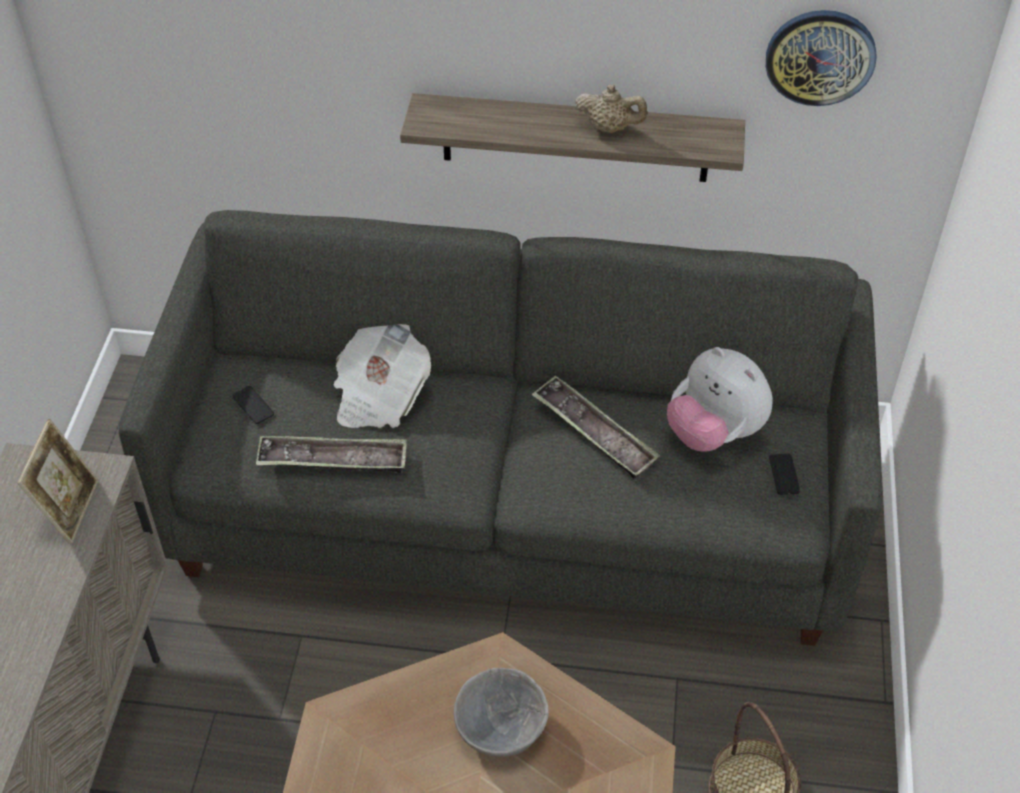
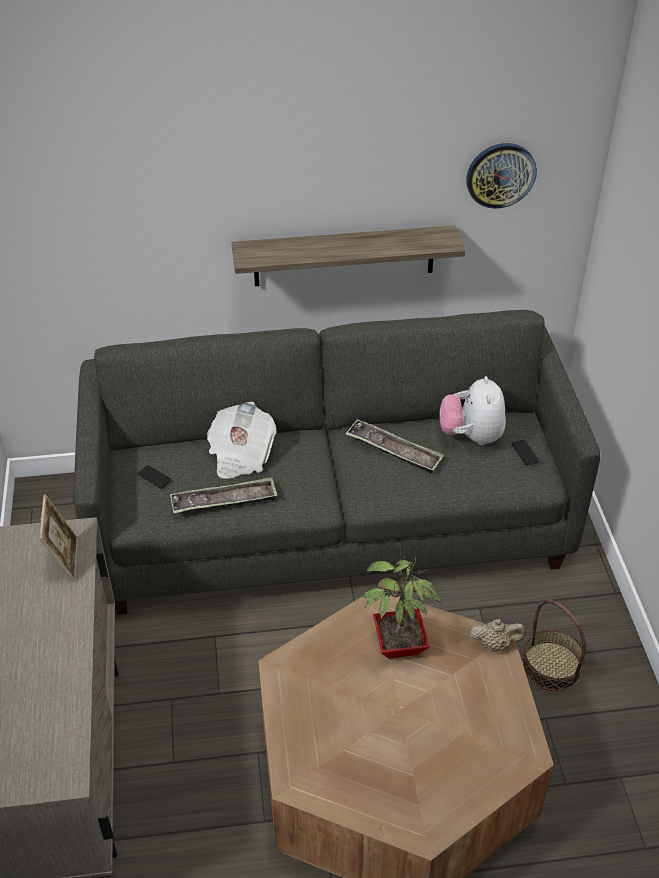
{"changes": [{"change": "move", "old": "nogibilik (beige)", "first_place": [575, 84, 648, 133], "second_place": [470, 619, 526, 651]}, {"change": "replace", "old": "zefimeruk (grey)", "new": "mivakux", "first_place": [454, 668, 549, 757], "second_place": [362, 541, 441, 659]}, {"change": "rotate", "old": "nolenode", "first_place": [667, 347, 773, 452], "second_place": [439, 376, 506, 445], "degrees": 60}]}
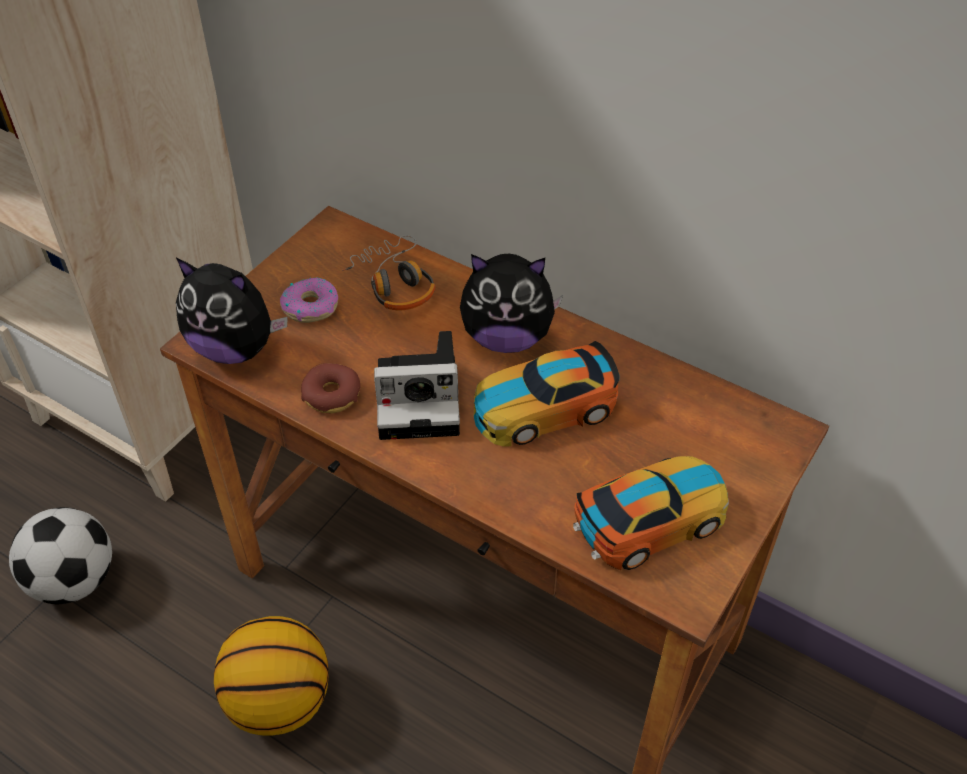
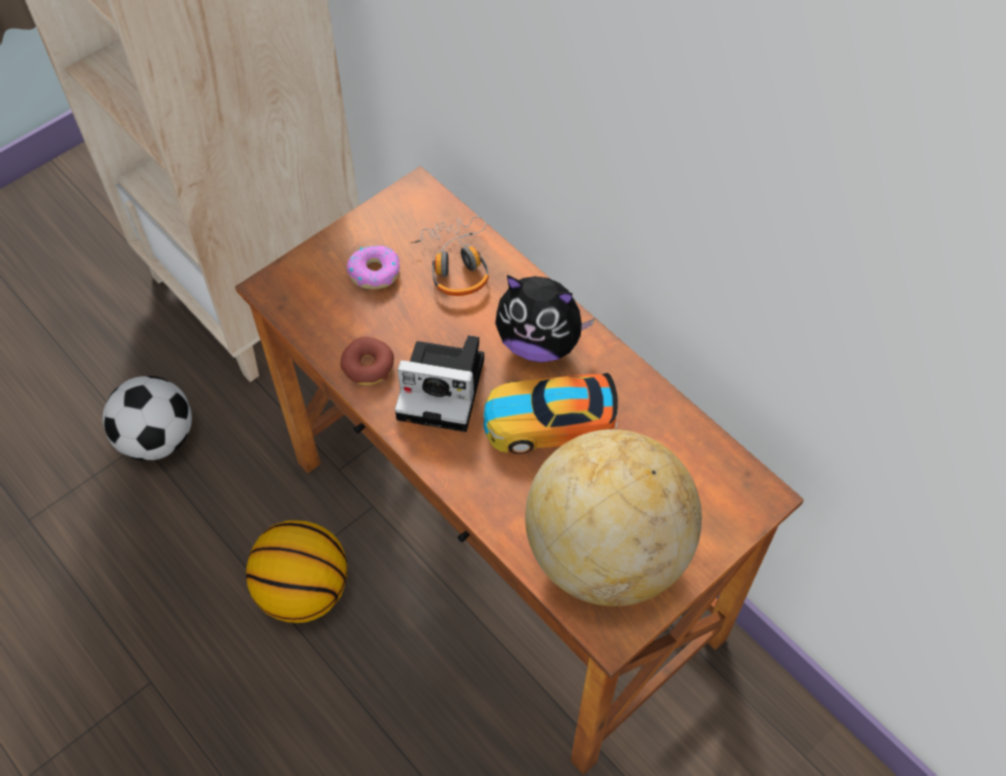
{"changes": [{"change": "delete", "old": "nolenode", "first_place": [176, 258, 288, 364]}, {"change": "replace", "old": "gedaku", "new": "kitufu", "first_place": [573, 456, 729, 570], "second_place": [525, 429, 702, 606]}]}
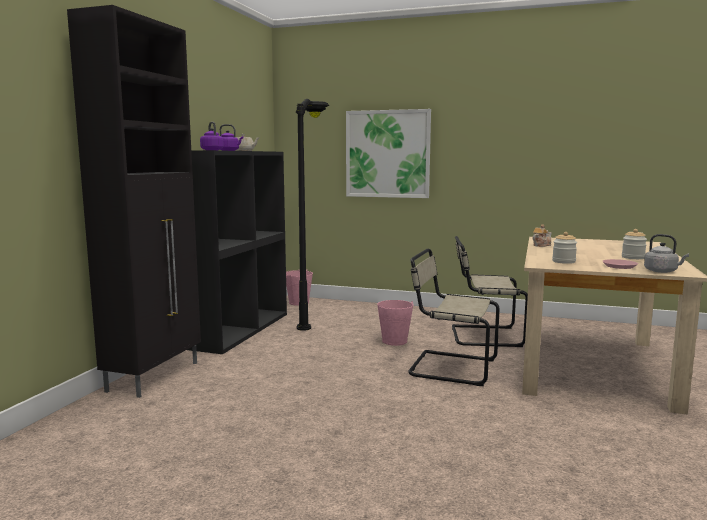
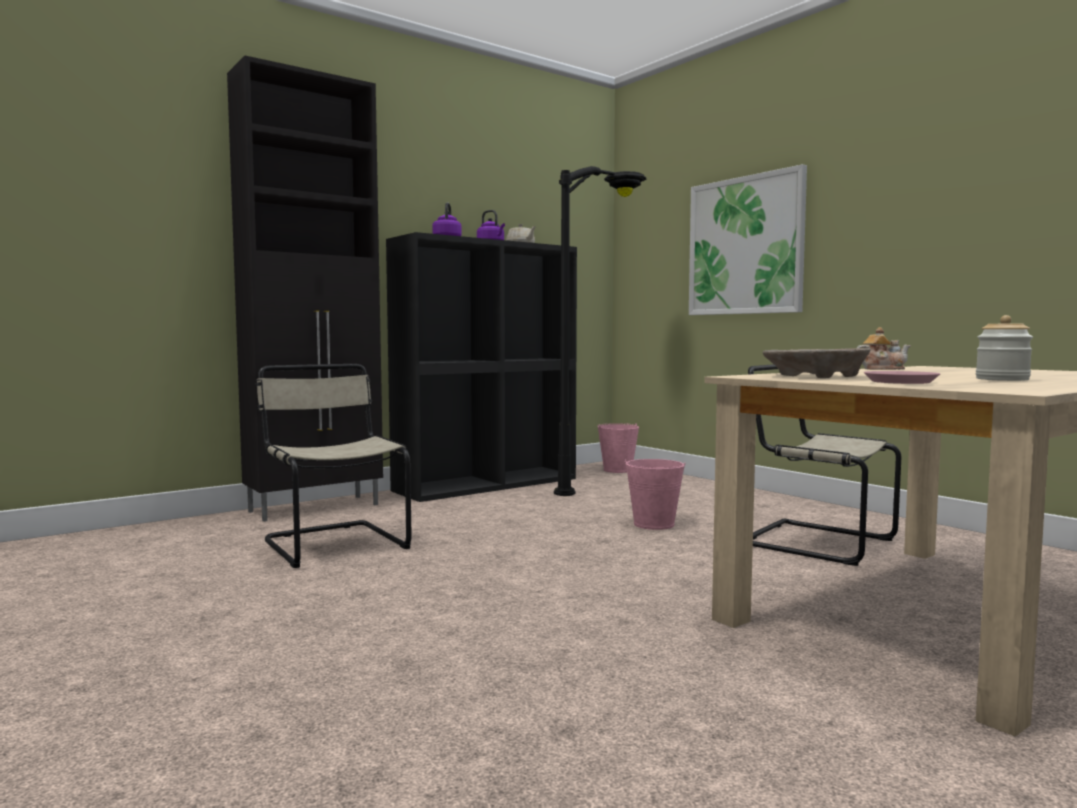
{"changes": [{"change": "delete", "old": "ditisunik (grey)", "first_place": [644, 234, 689, 273]}, {"change": "move", "old": "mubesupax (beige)", "first_place": [408, 249, 500, 386], "second_place": [255, 364, 411, 568]}, {"change": "replace", "old": "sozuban", "new": "zefimeruk (beige)", "first_place": [552, 232, 577, 264], "second_place": [763, 348, 871, 378]}]}
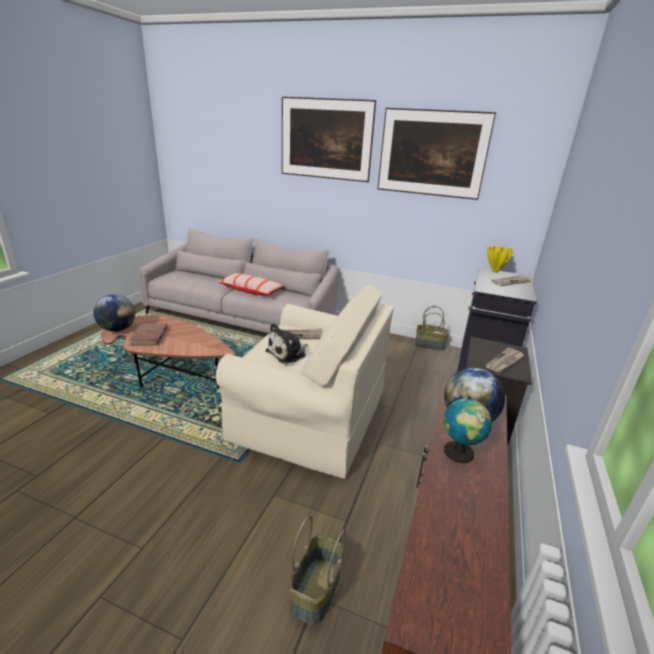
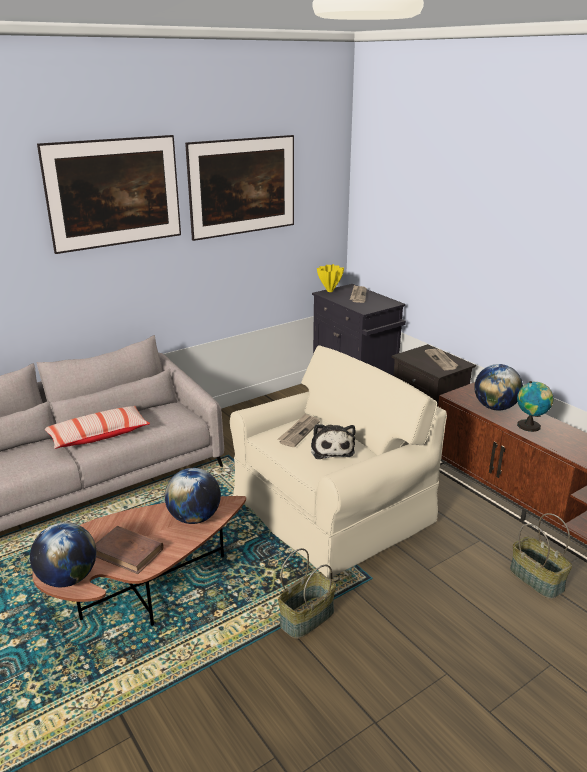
{"changes": [{"change": "insert", "new": "kitufu", "second_place": [165, 468, 221, 524]}, {"change": "move", "old": "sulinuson", "first_place": [415, 306, 449, 351], "second_place": [278, 548, 336, 639]}]}
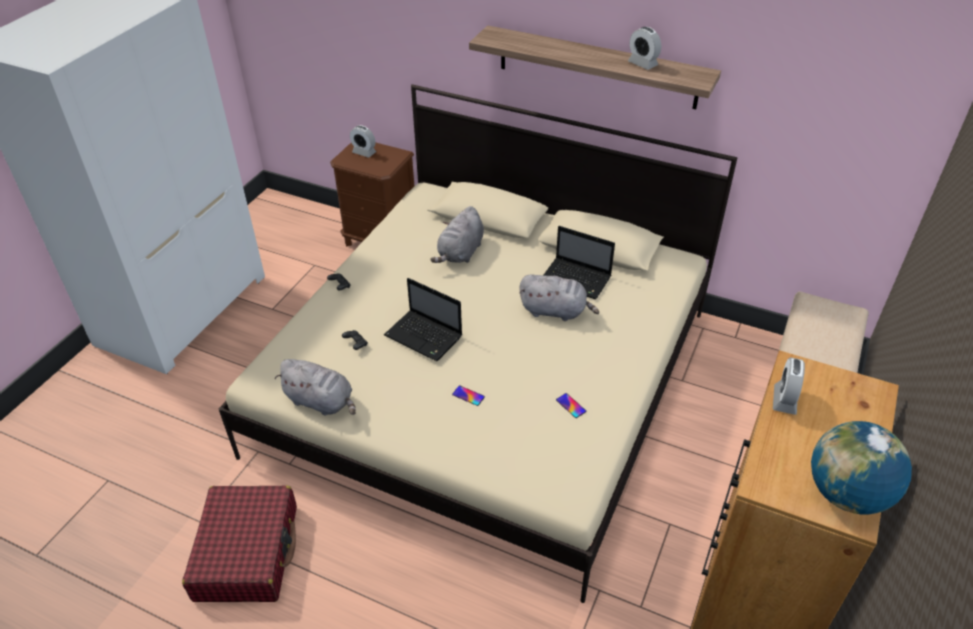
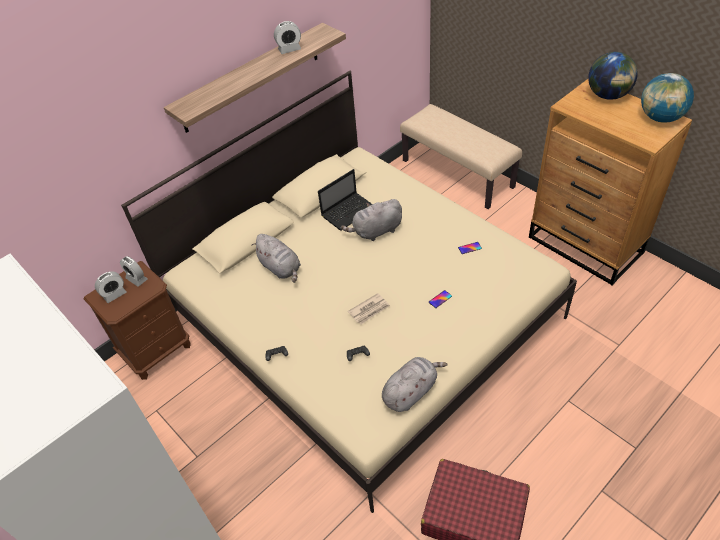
{"changes": [{"change": "insert", "new": "kitufu", "second_place": [588, 52, 638, 100]}, {"change": "move", "old": "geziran", "first_place": [773, 357, 805, 415], "second_place": [120, 256, 148, 287]}, {"change": "replace", "old": "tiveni", "new": "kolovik", "first_place": [384, 278, 462, 361], "second_place": [347, 293, 390, 324]}, {"change": "rotate", "old": "nolenode (grey)", "first_place": [519, 274, 599, 321], "second_place": [341, 199, 402, 241], "degrees": -150}]}
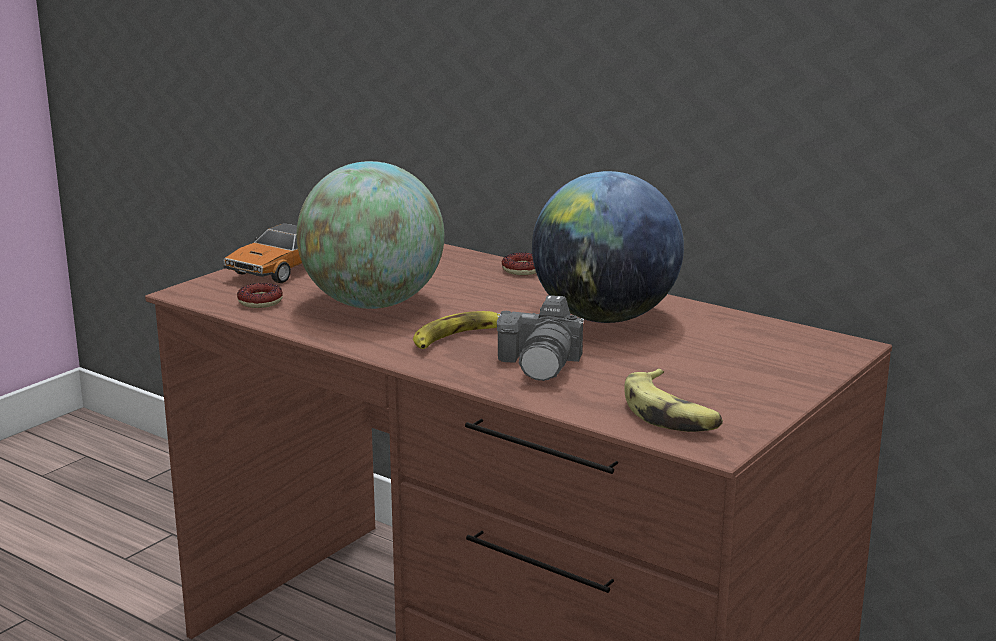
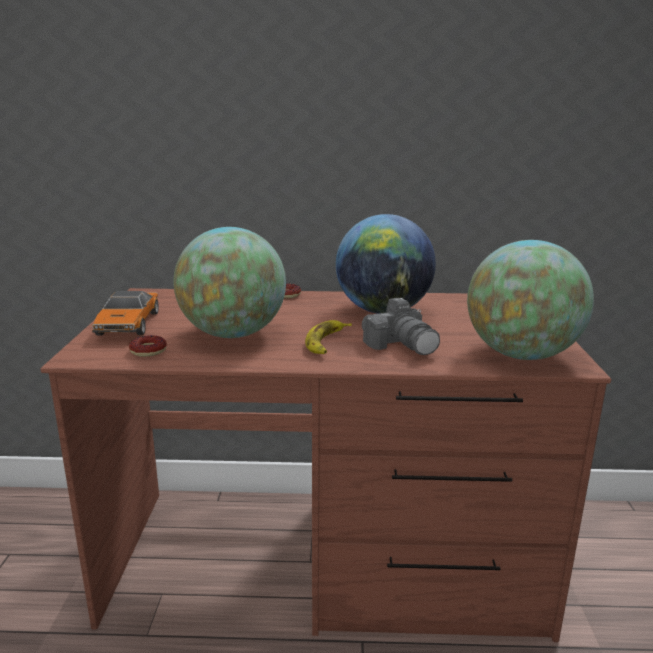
{"changes": [{"change": "replace", "old": "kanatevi", "new": "kitufu", "first_place": [624, 369, 723, 432], "second_place": [467, 240, 594, 360]}]}
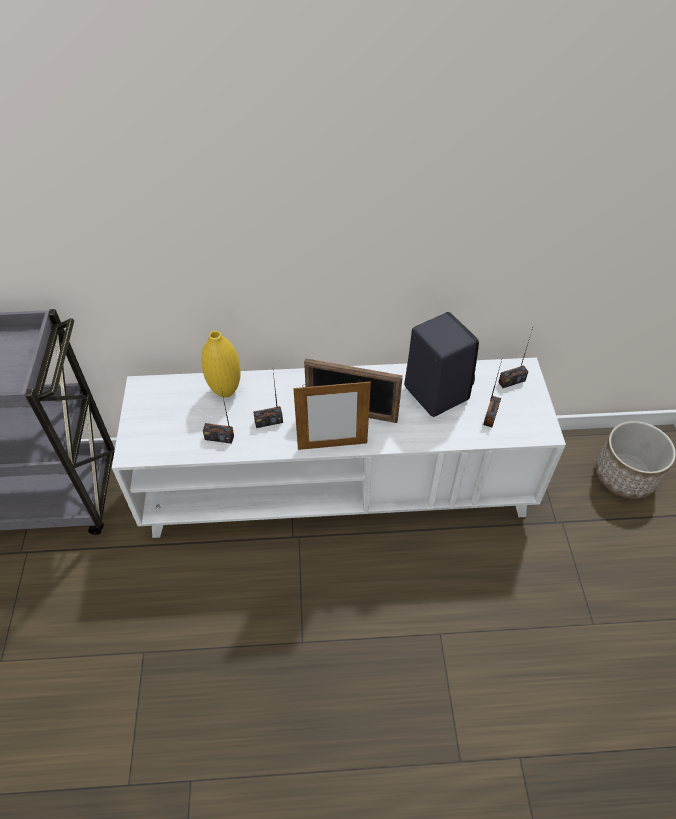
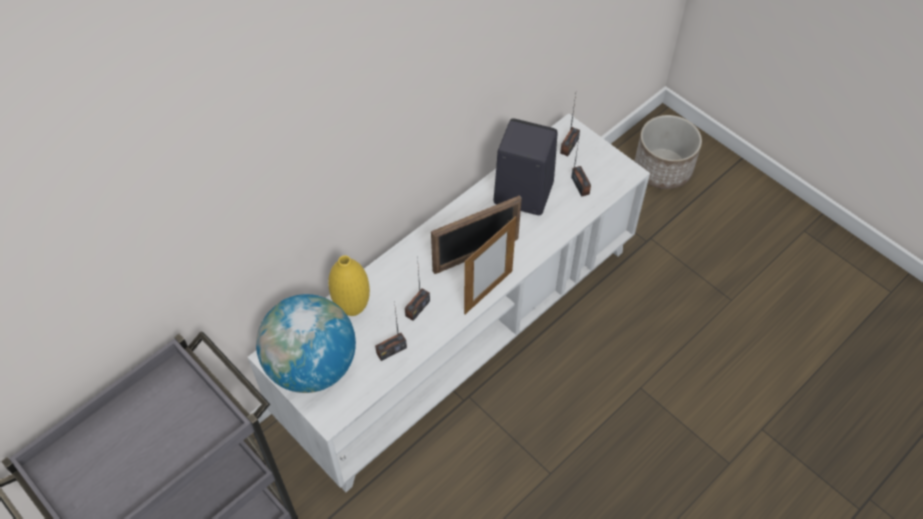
{"changes": [{"change": "insert", "new": "kitufu", "second_place": [256, 294, 356, 393]}]}
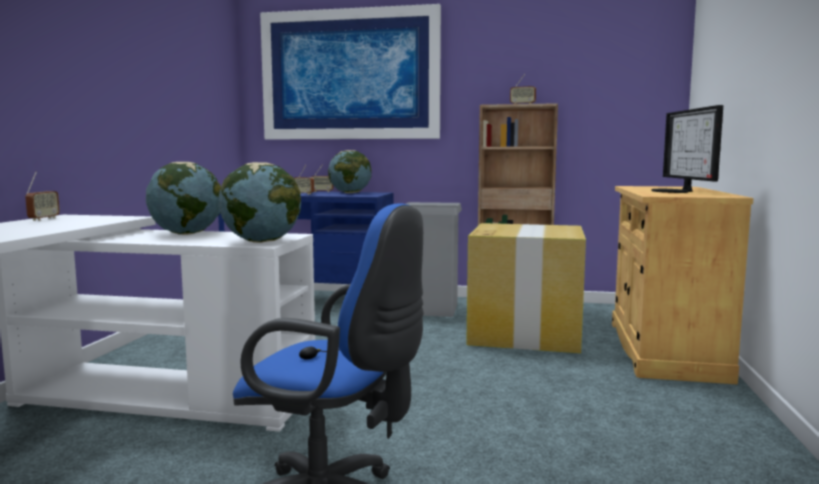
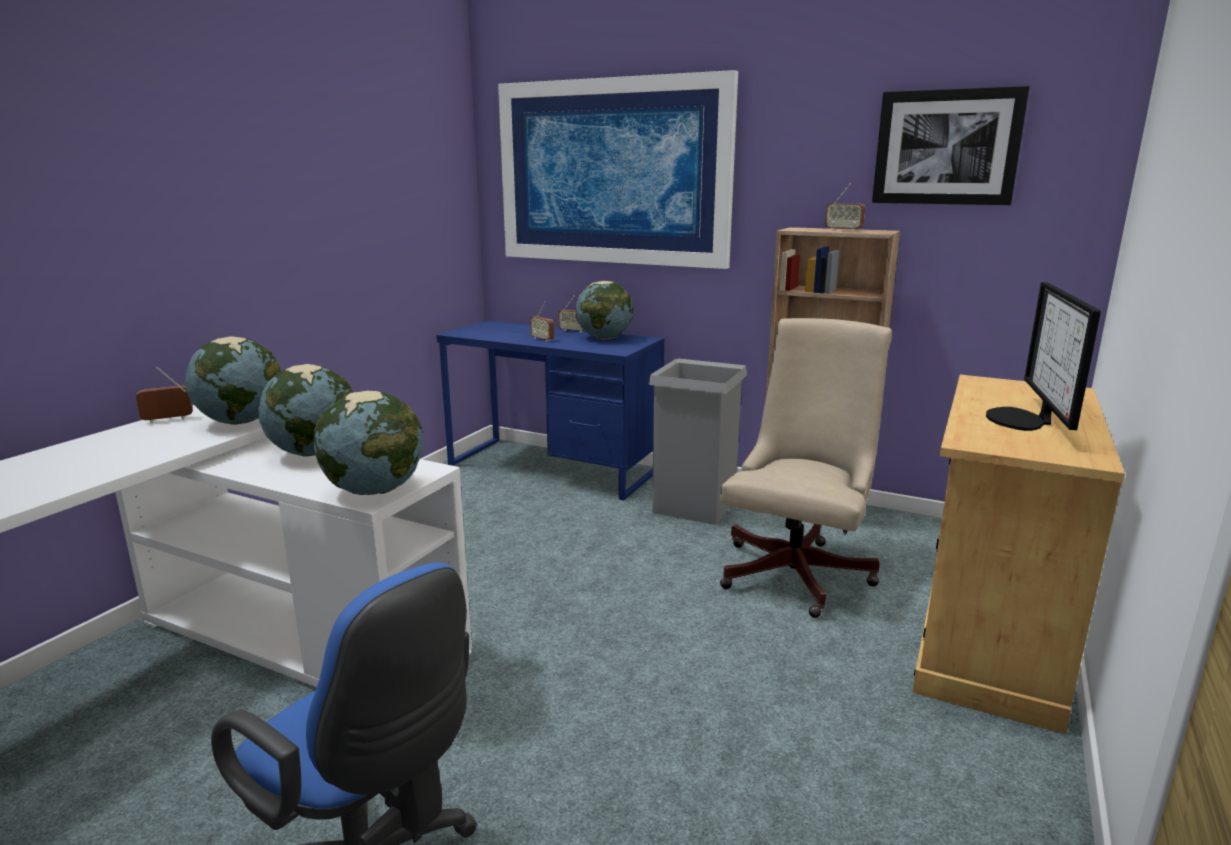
{"changes": [{"change": "insert", "new": "kitufu", "second_place": [185, 336, 281, 425]}, {"change": "insert", "new": "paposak", "second_place": [872, 86, 1030, 205]}, {"change": "replace", "old": "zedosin", "new": "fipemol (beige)", "first_place": [466, 223, 586, 353], "second_place": [720, 318, 892, 618]}, {"change": "rotate", "old": "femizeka", "first_place": [25, 172, 60, 221], "second_place": [136, 366, 193, 423], "degrees": -135}]}
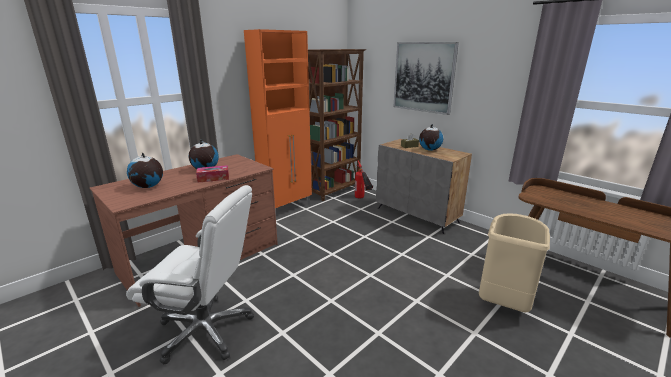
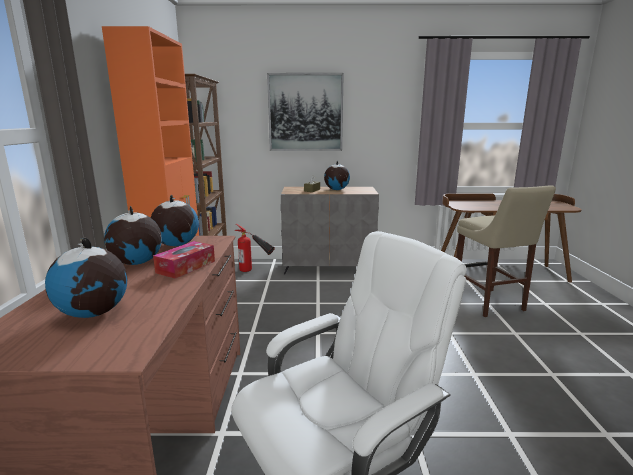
{"changes": [{"change": "insert", "new": "kitufu", "second_place": [151, 195, 199, 246]}, {"change": "replace", "old": "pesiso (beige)", "new": "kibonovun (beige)", "first_place": [479, 213, 550, 312], "second_place": [456, 185, 556, 317]}]}
